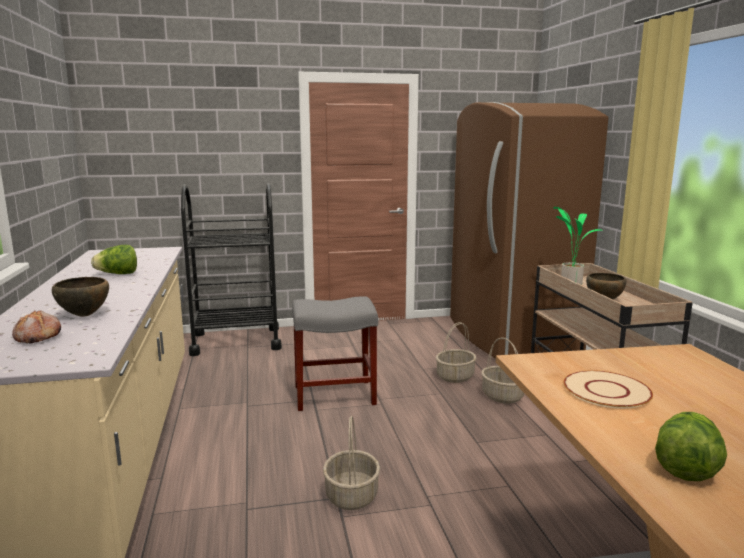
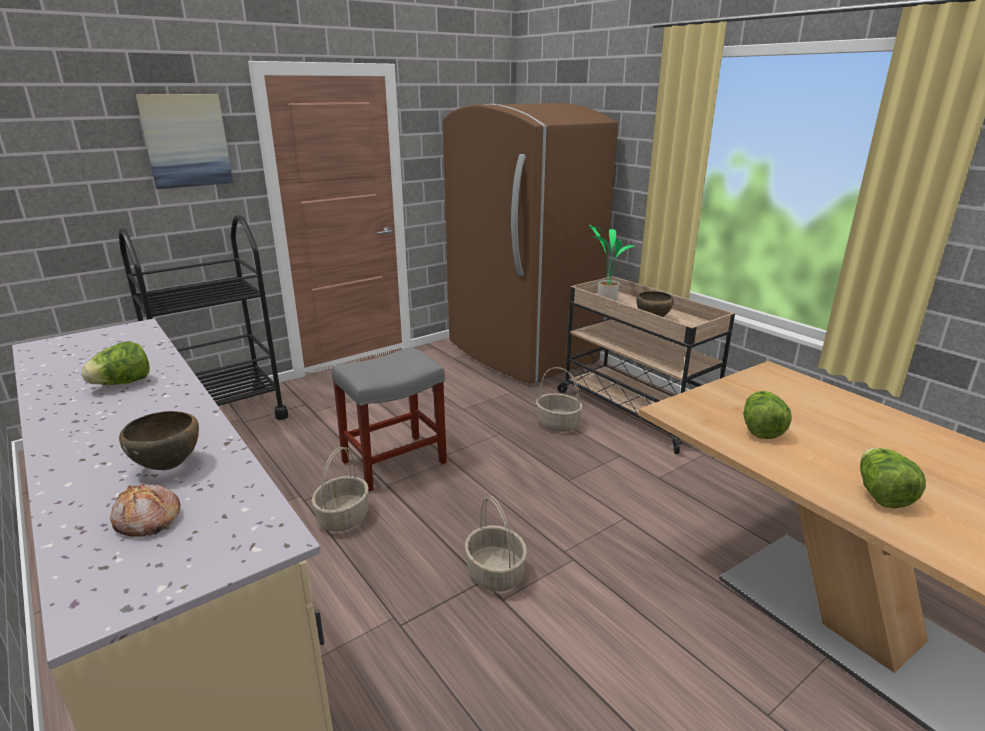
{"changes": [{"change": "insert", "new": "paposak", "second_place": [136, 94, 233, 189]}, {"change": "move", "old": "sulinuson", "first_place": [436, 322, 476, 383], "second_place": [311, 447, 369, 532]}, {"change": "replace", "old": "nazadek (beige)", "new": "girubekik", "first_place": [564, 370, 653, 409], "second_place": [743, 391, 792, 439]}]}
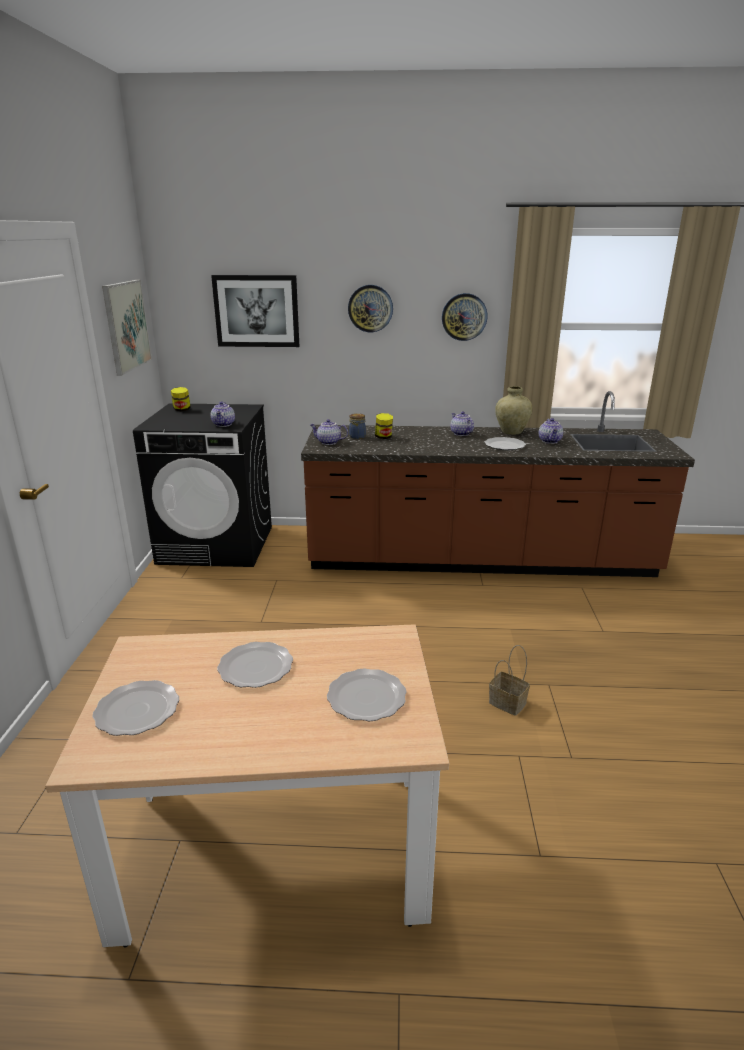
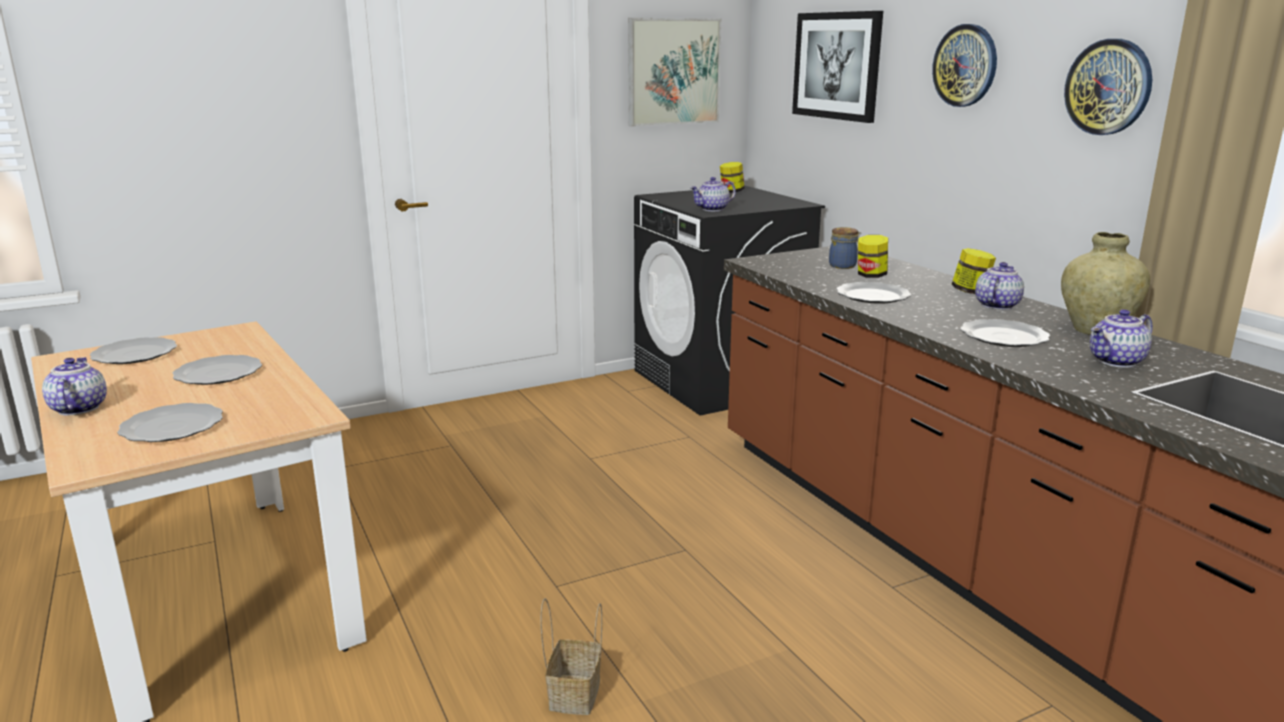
{"changes": [{"change": "insert", "new": "nazadek", "second_place": [836, 282, 911, 304]}, {"change": "insert", "new": "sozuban", "second_place": [952, 248, 996, 294]}, {"change": "move", "old": "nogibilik", "first_place": [309, 419, 348, 445], "second_place": [42, 357, 107, 415]}]}
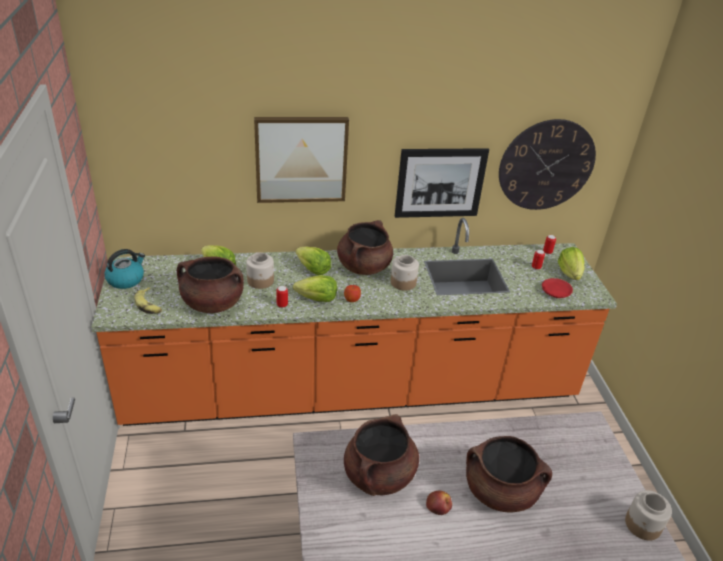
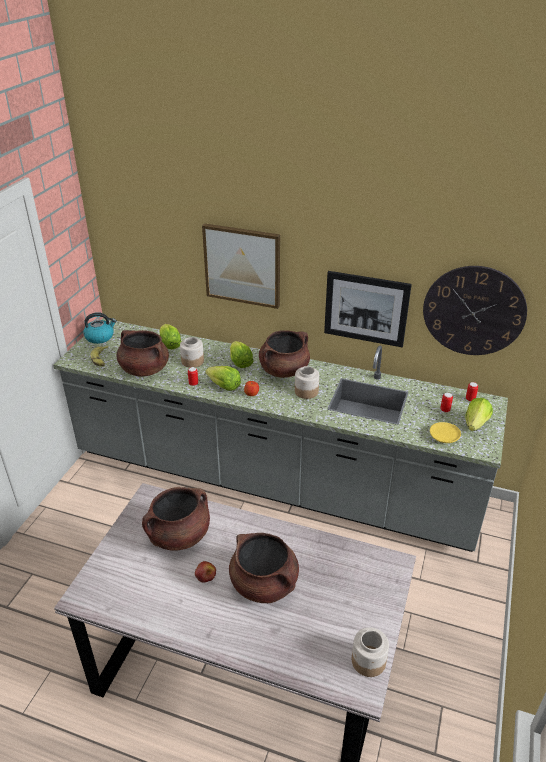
{"changes": [{"change": "recolor", "old": "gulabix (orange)", "new": "gulabix (grey)", "first_place": [91, 218, 617, 426], "second_place": [53, 318, 508, 552]}, {"change": "recolor", "old": "nazadek (red)", "new": "nazadek (yellow)", "first_place": [542, 278, 573, 298], "second_place": [430, 422, 461, 443]}]}
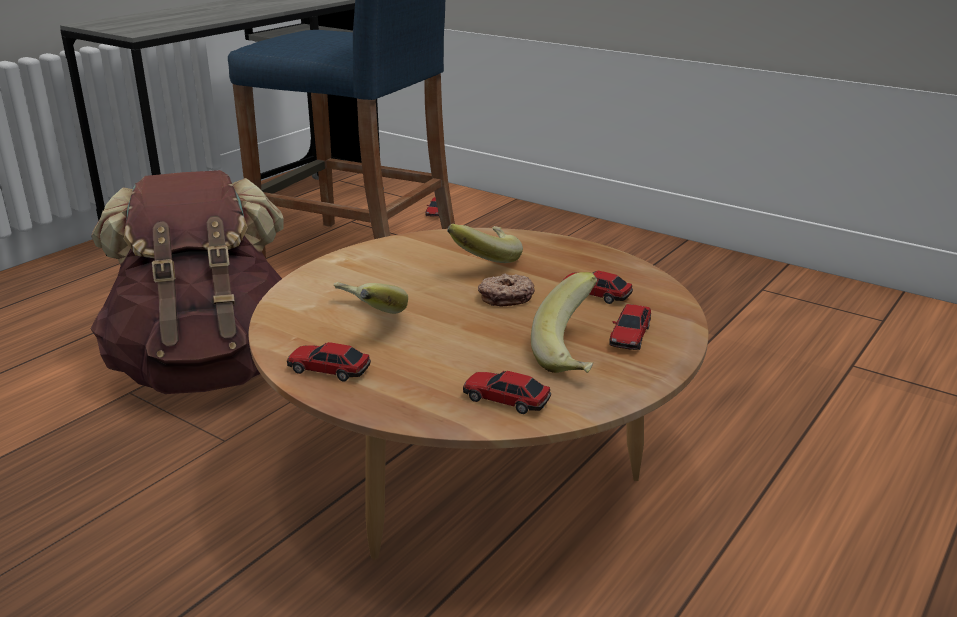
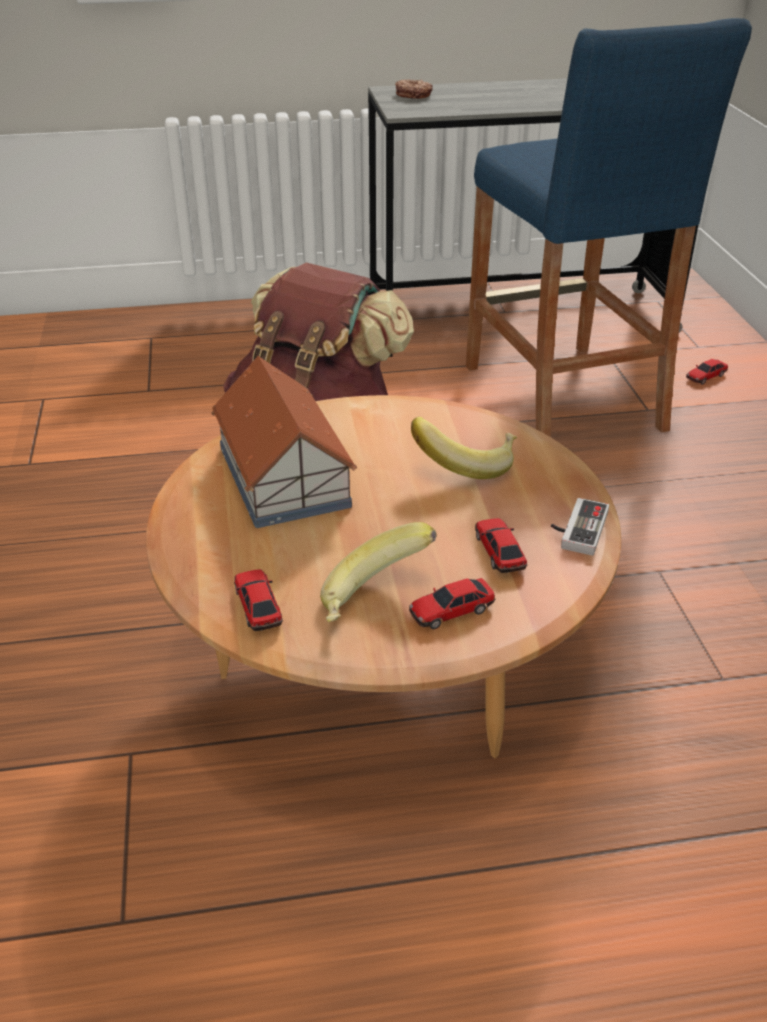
{"changes": [{"change": "delete", "old": "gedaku", "first_place": [287, 342, 371, 381]}, {"change": "insert", "new": "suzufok", "second_place": [551, 498, 609, 556]}, {"change": "move", "old": "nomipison", "first_place": [478, 273, 535, 307], "second_place": [395, 79, 433, 99]}, {"change": "replace", "old": "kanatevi", "new": "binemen", "first_place": [334, 282, 408, 314], "second_place": [211, 356, 357, 528]}]}
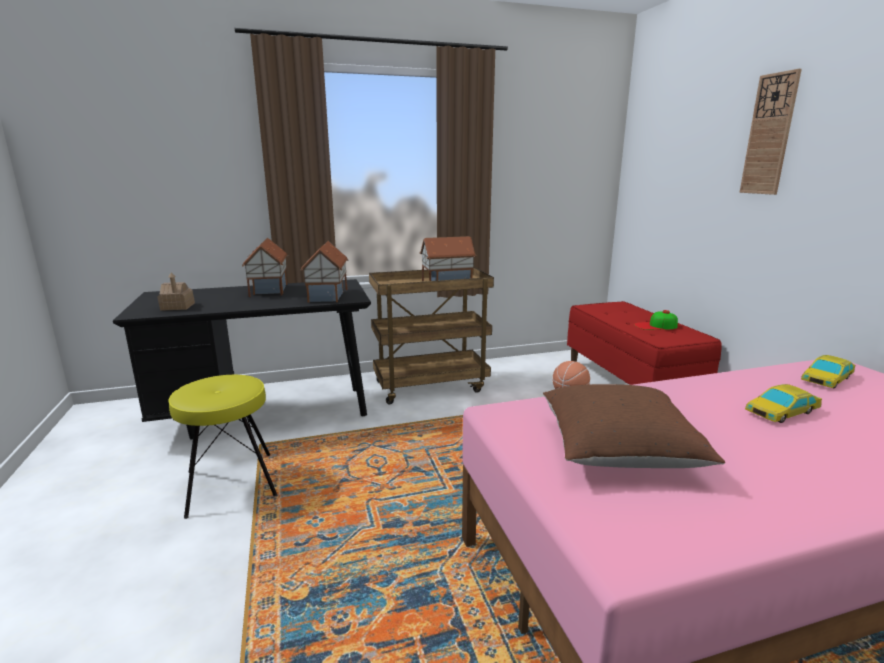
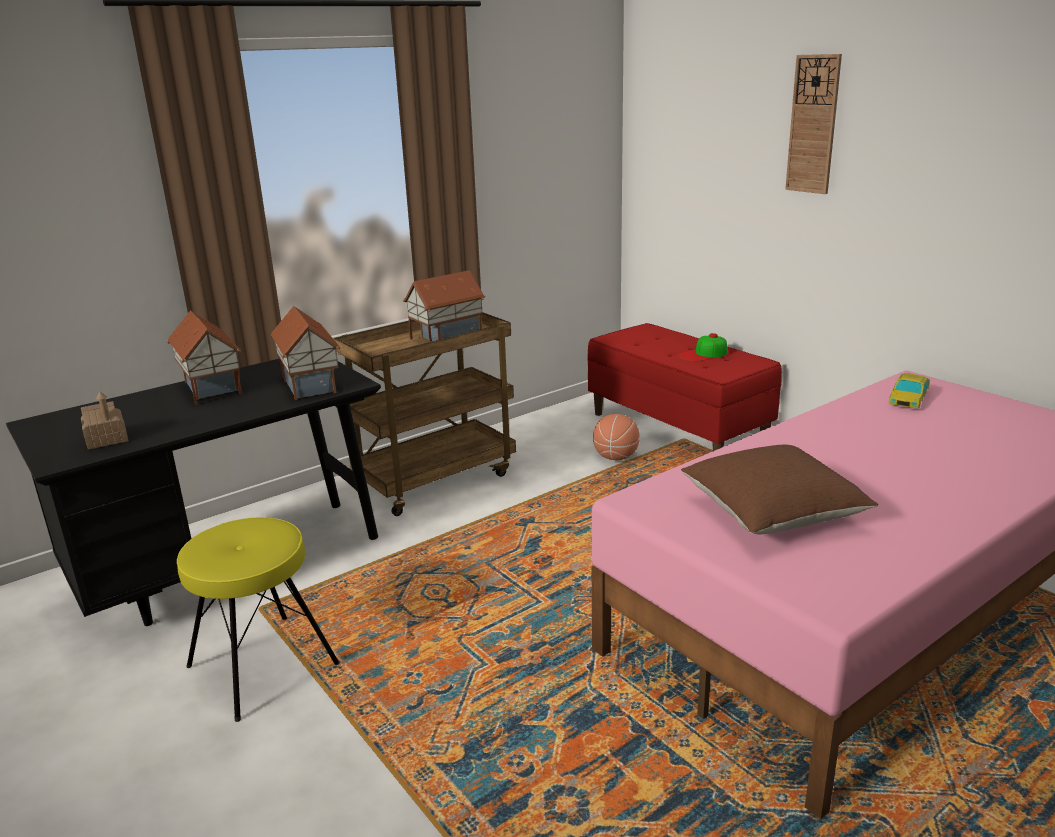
{"changes": [{"change": "delete", "old": "gedaku", "first_place": [745, 384, 822, 423]}]}
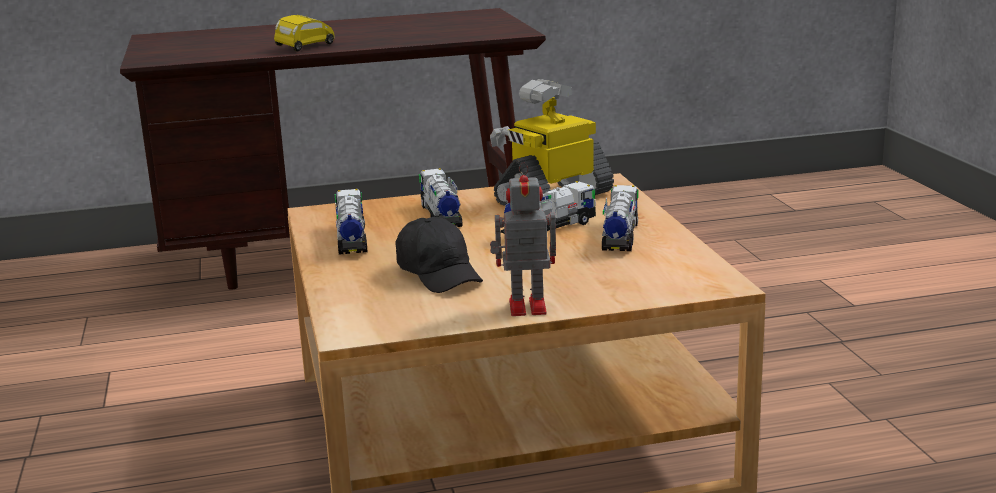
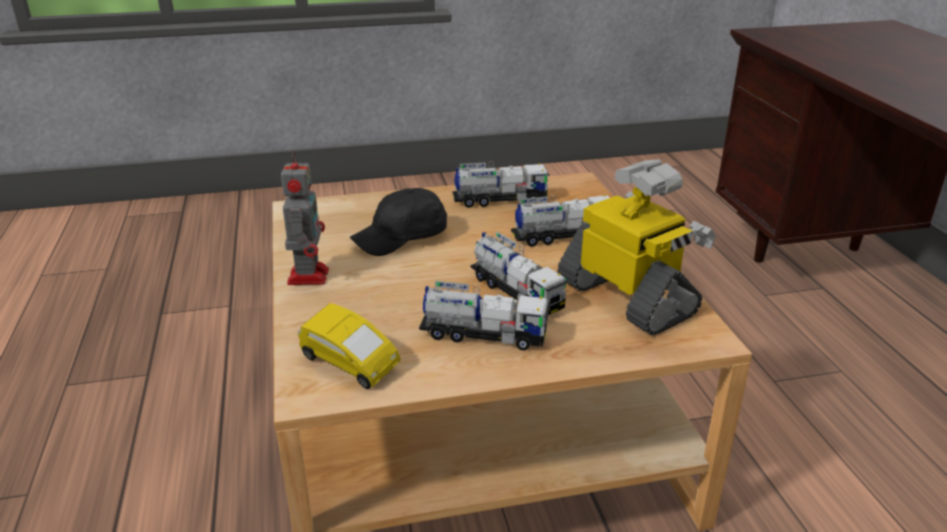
{"changes": [{"change": "move", "old": "gedaku (yellow)", "first_place": [274, 15, 334, 51], "second_place": [298, 303, 400, 389]}]}
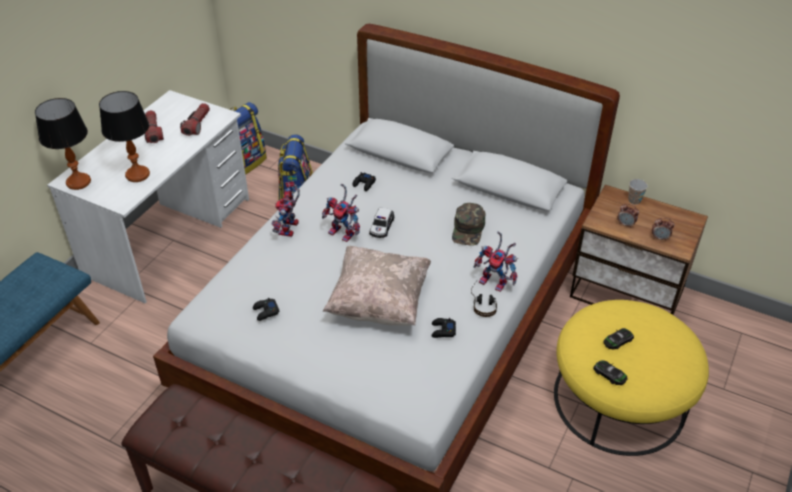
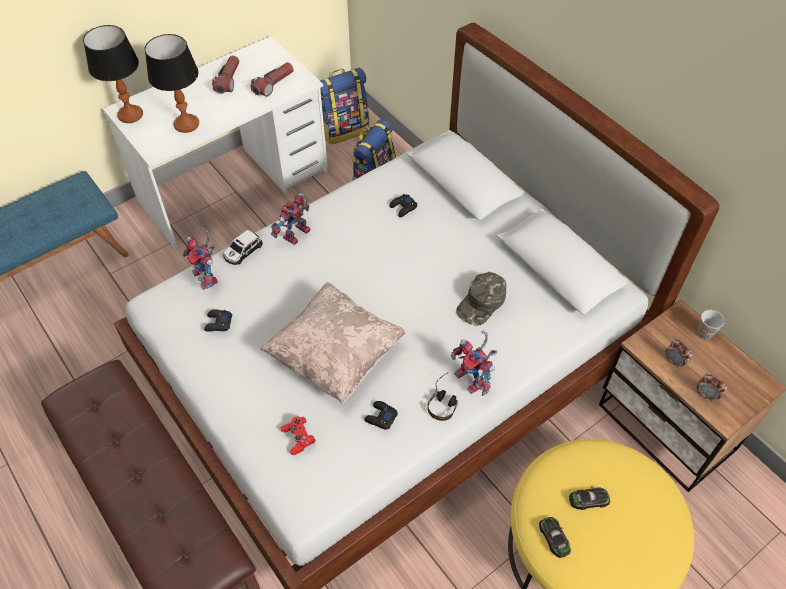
{"changes": [{"change": "insert", "new": "suzufok (red)", "second_place": [280, 416, 315, 455]}, {"change": "move", "old": "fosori", "first_place": [322, 184, 360, 242], "second_place": [183, 227, 218, 290]}, {"change": "move", "old": "gedaku", "first_place": [369, 208, 394, 238], "second_place": [223, 230, 263, 265]}]}
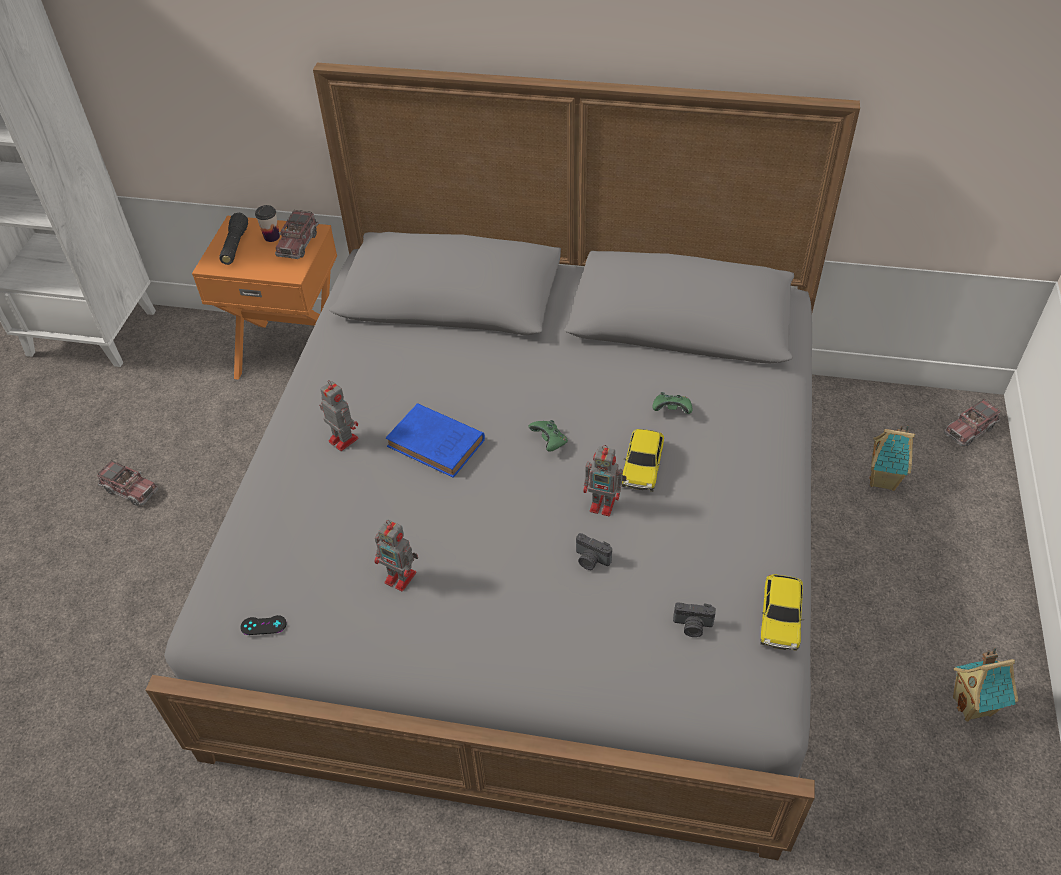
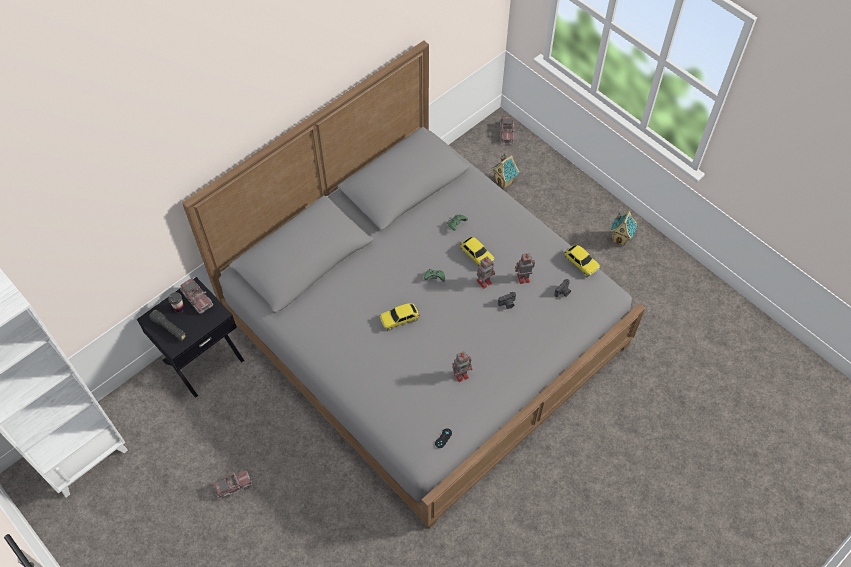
{"changes": [{"change": "move", "old": "fosori", "first_place": [319, 380, 358, 451], "second_place": [515, 253, 535, 284]}, {"change": "replace", "old": "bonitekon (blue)", "new": "gedaku", "first_place": [386, 403, 485, 478], "second_place": [380, 303, 420, 331]}, {"change": "recolor", "old": "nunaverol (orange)", "new": "nunaverol (black)", "first_place": [192, 216, 337, 380], "second_place": [137, 277, 244, 398]}]}
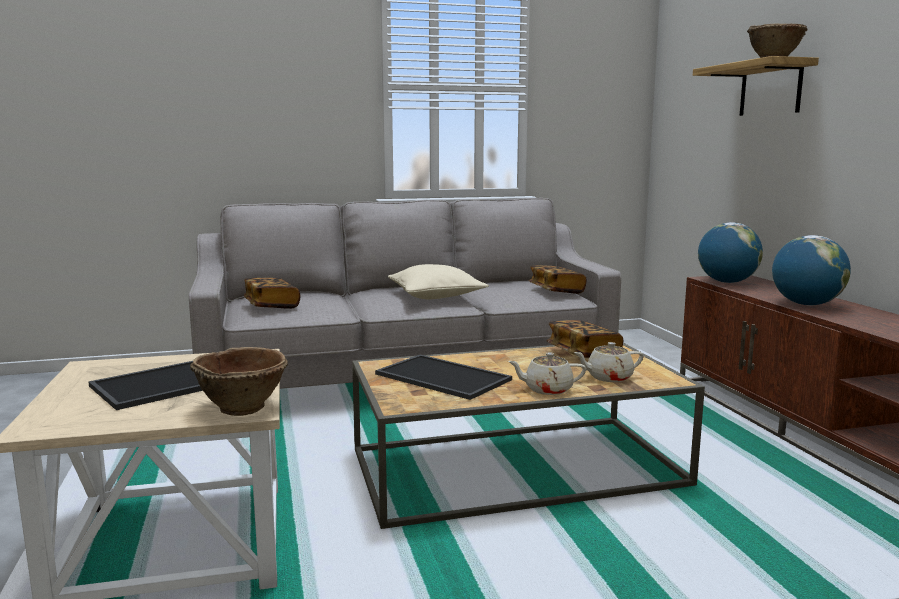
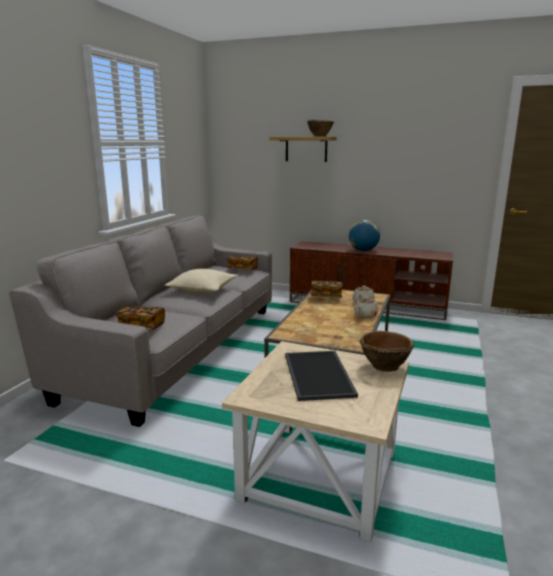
{"changes": [{"change": "delete", "old": "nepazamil", "first_place": [375, 355, 512, 400]}, {"change": "delete", "old": "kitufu", "first_place": [698, 222, 763, 283]}]}
